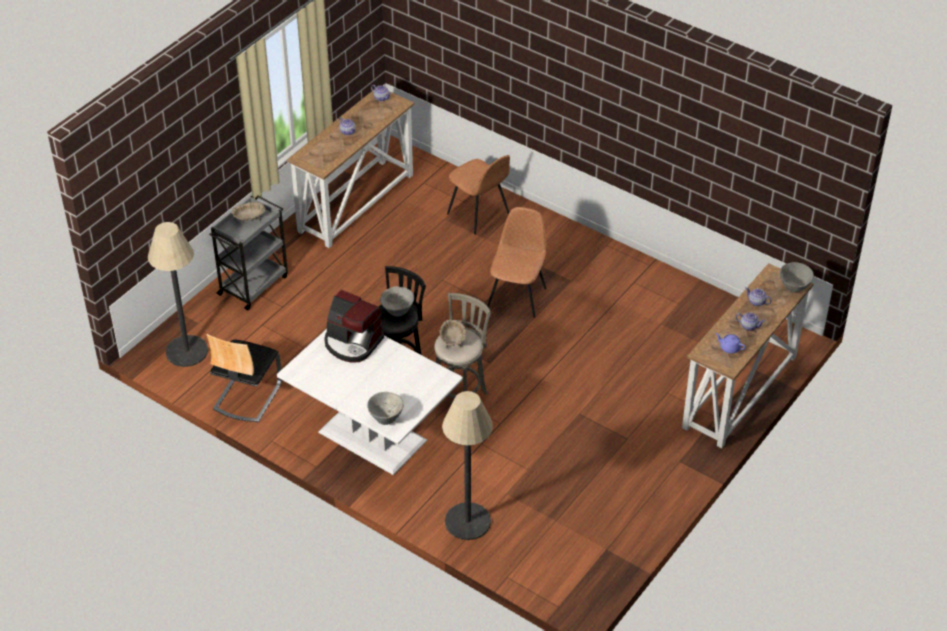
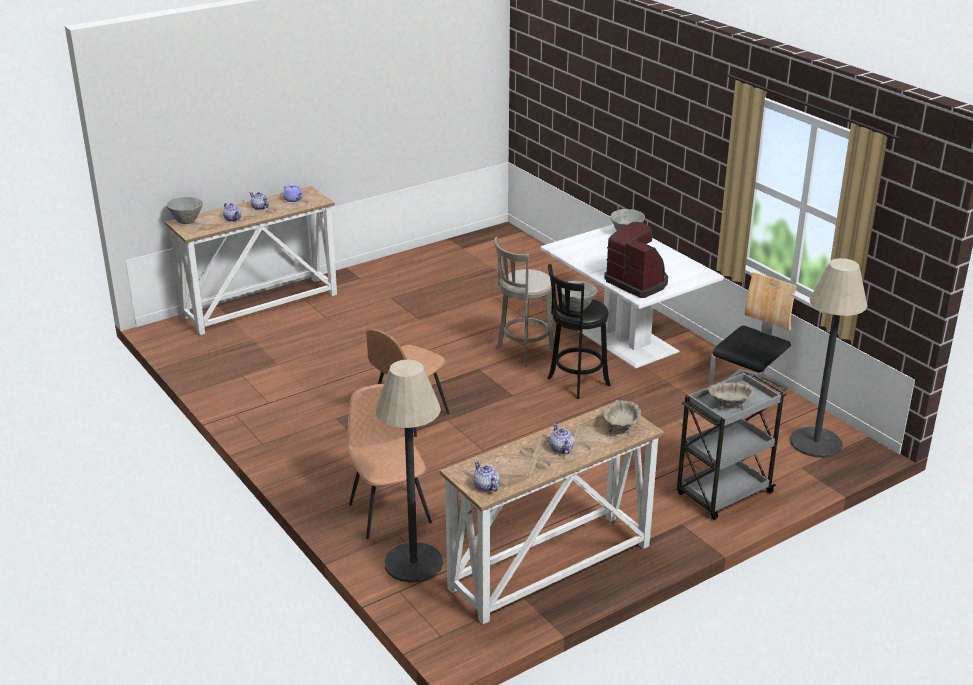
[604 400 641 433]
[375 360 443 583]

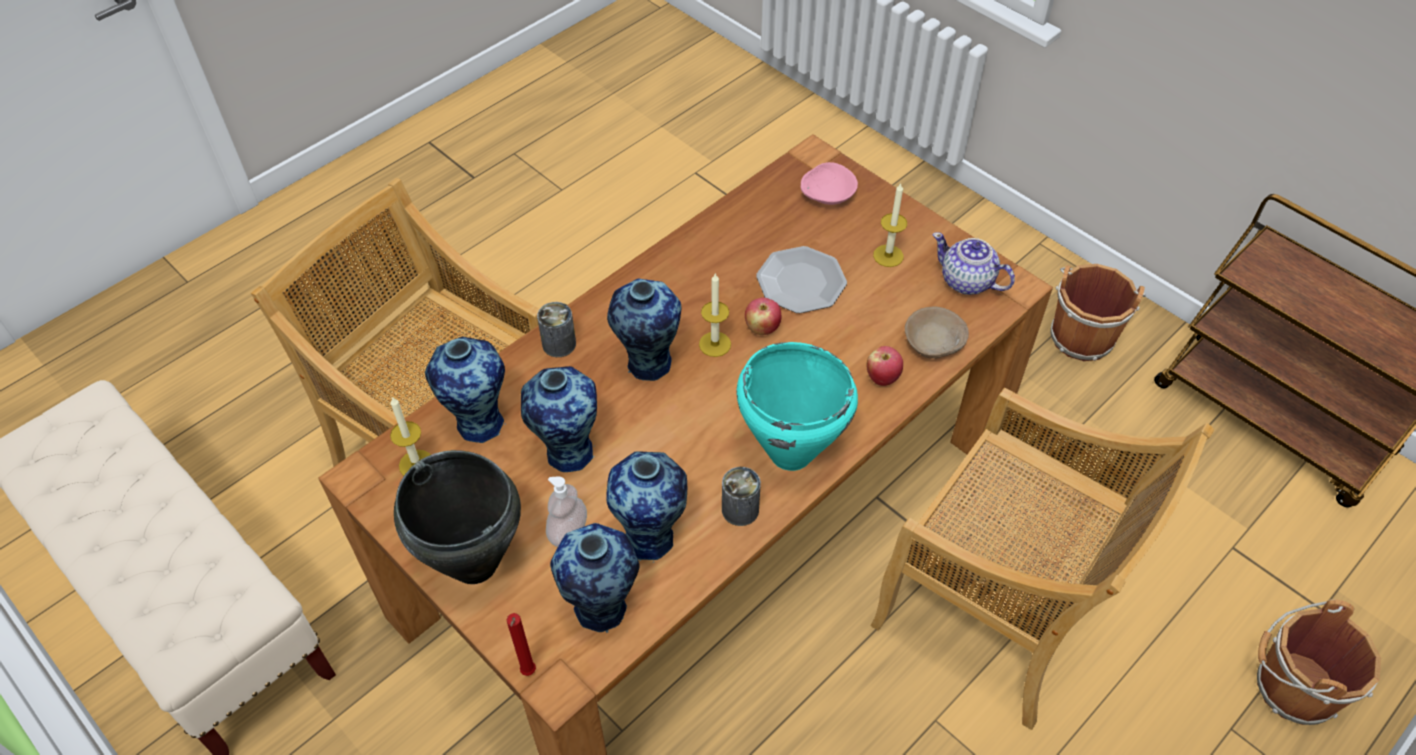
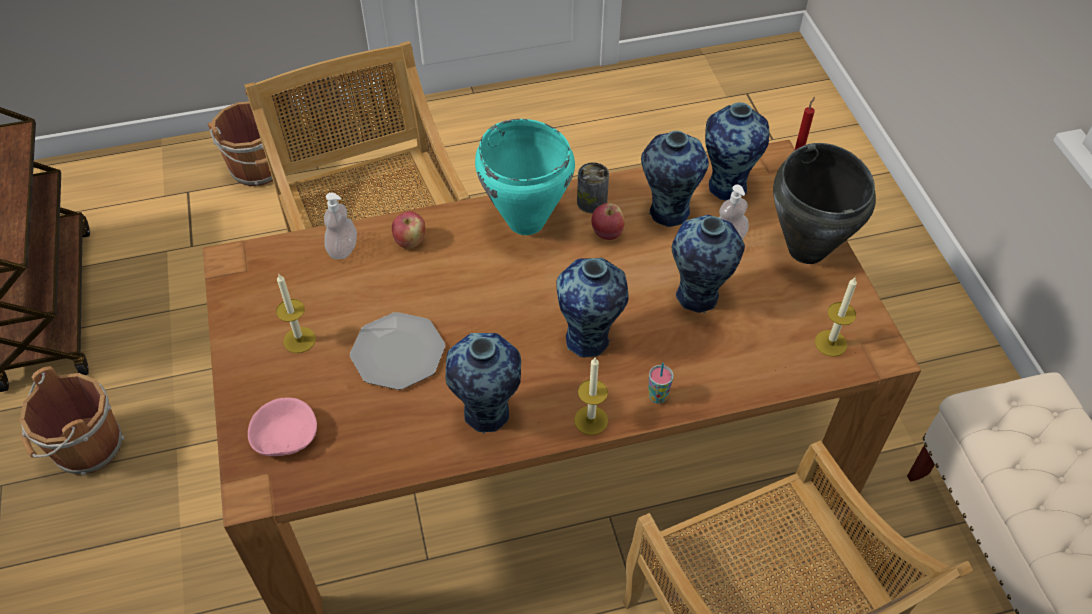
[933 232 1015 295] (first image)
[574 358 608 435]
[592 203 625 240]
[648 363 674 404]
[324 193 357 259]
[445 333 521 434]

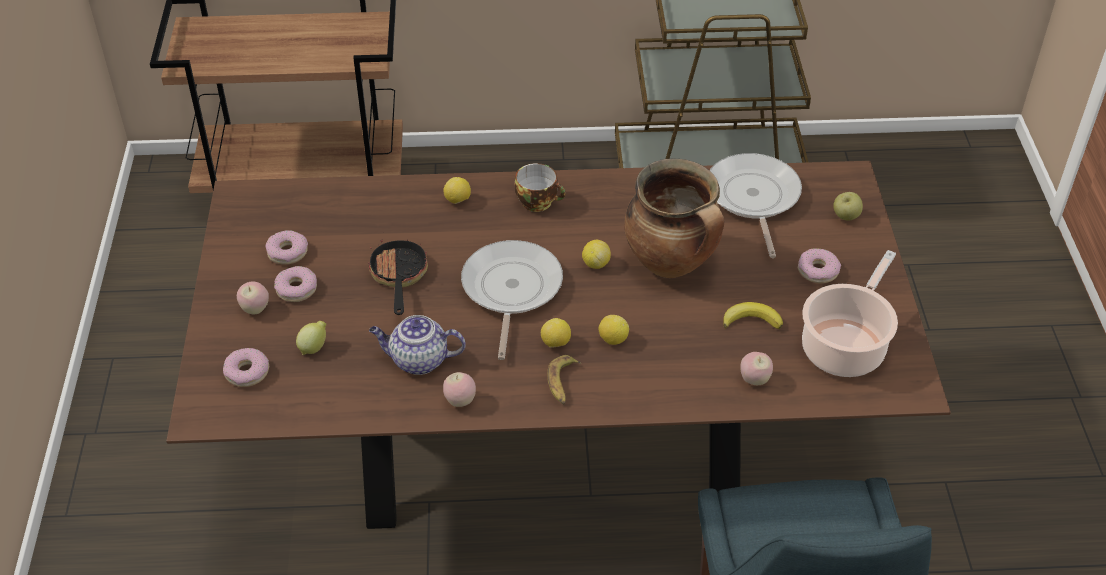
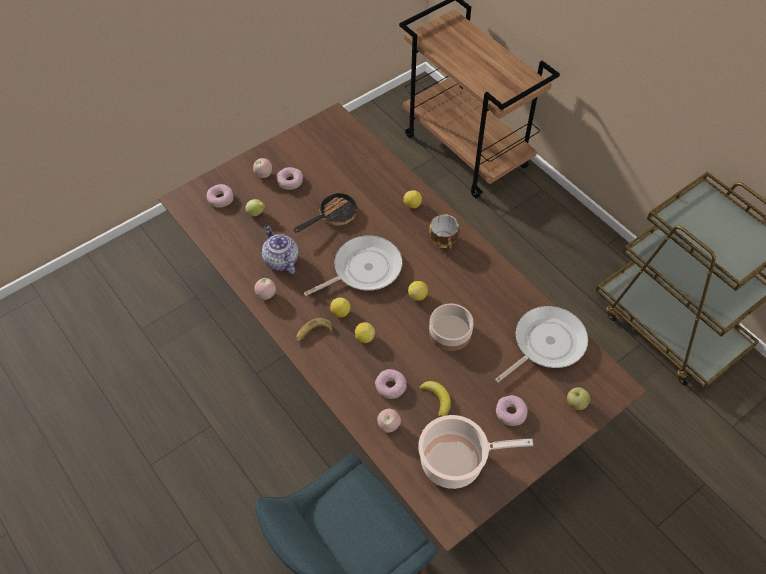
[429 303 474 351]
[375 369 406 399]

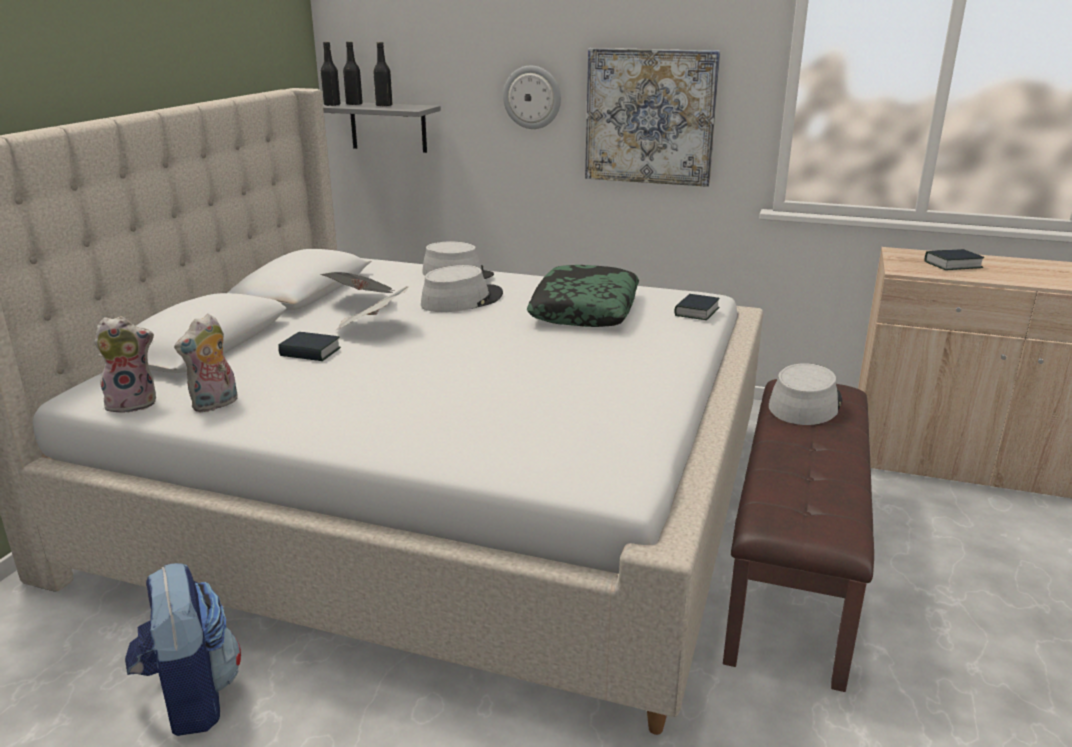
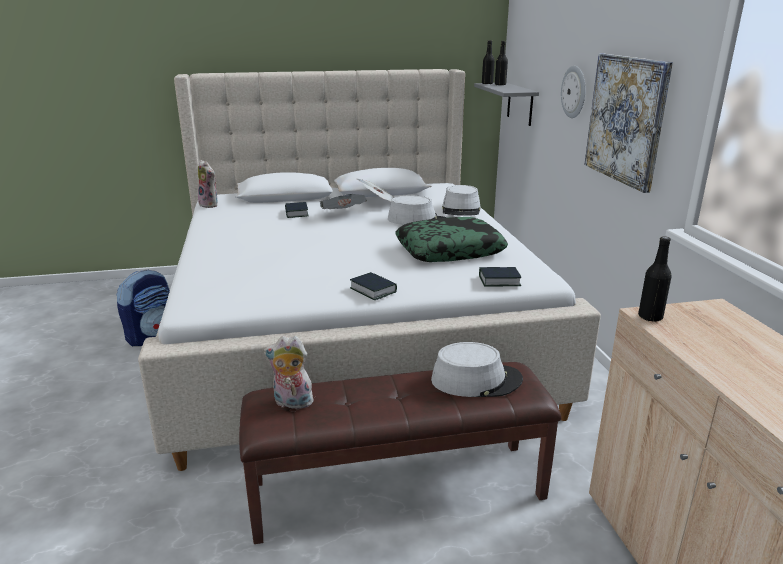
[638 236 672 321]
[350 272 397 300]
[264 336 314 409]

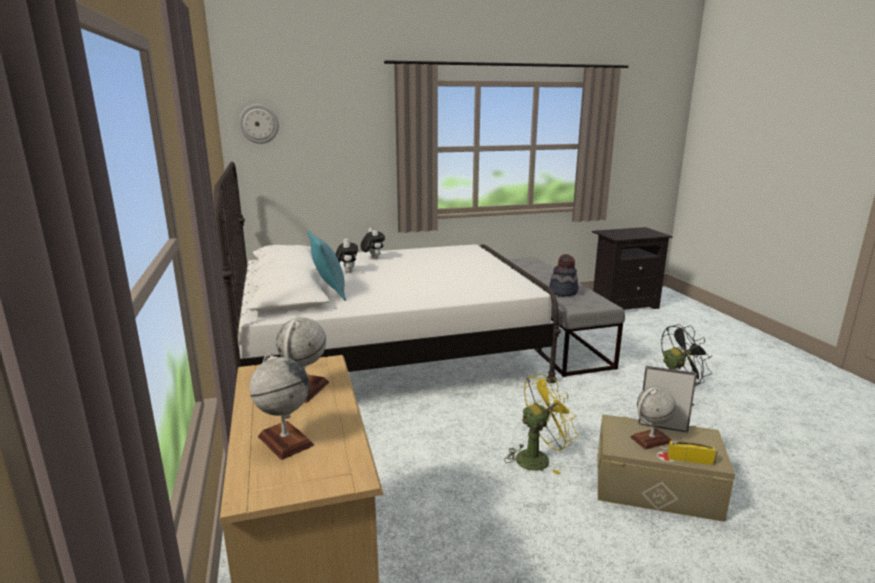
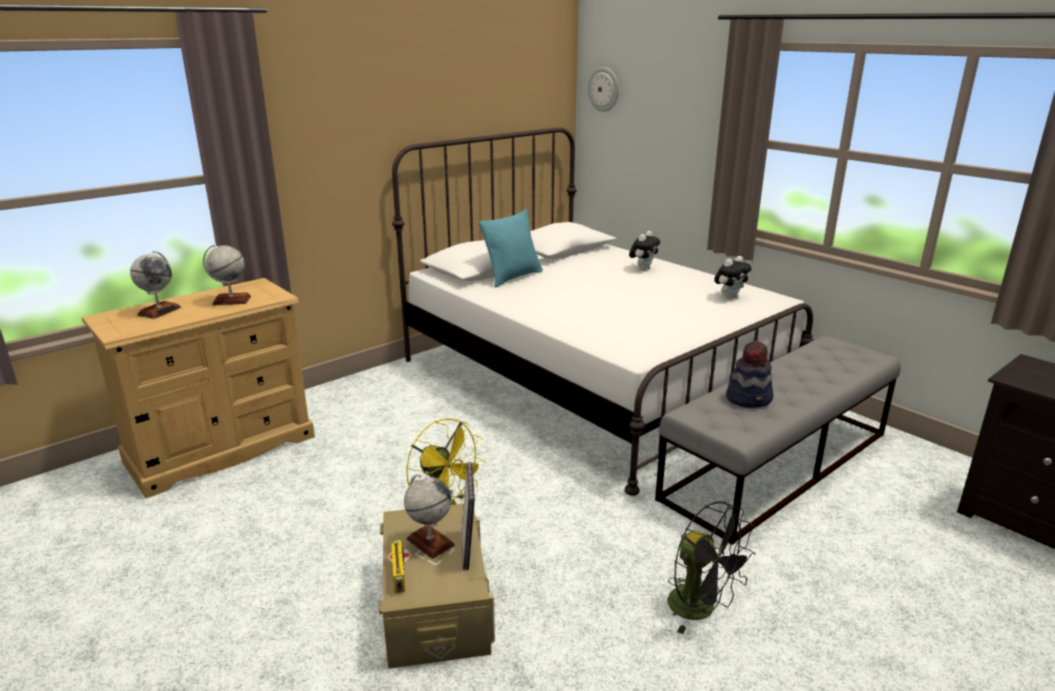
[714 256 752 299]

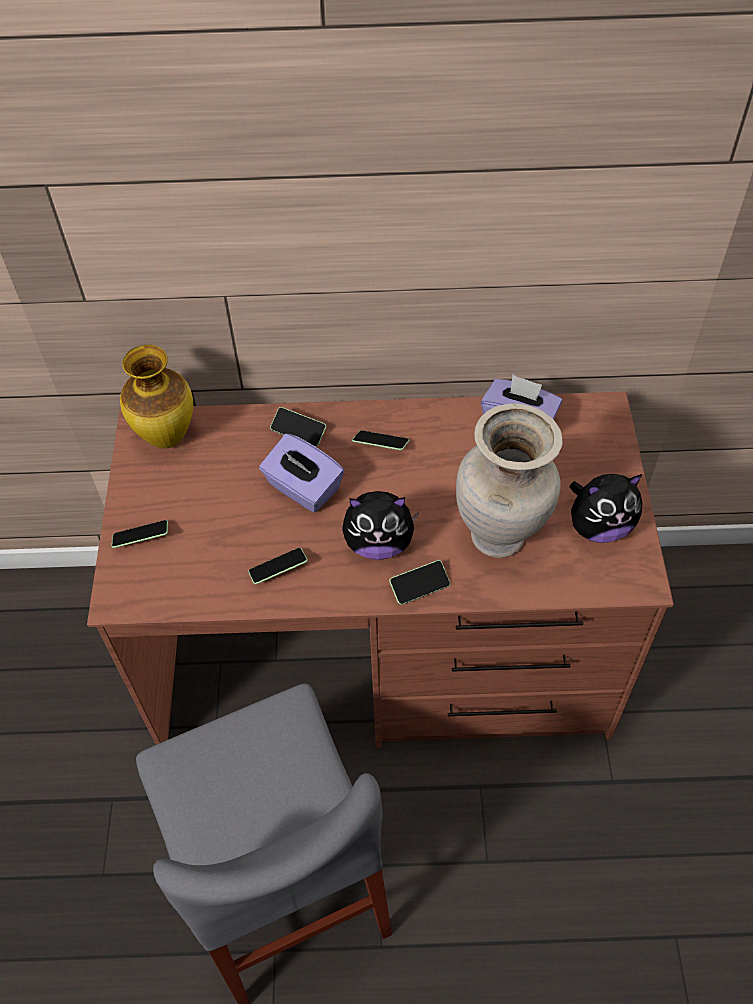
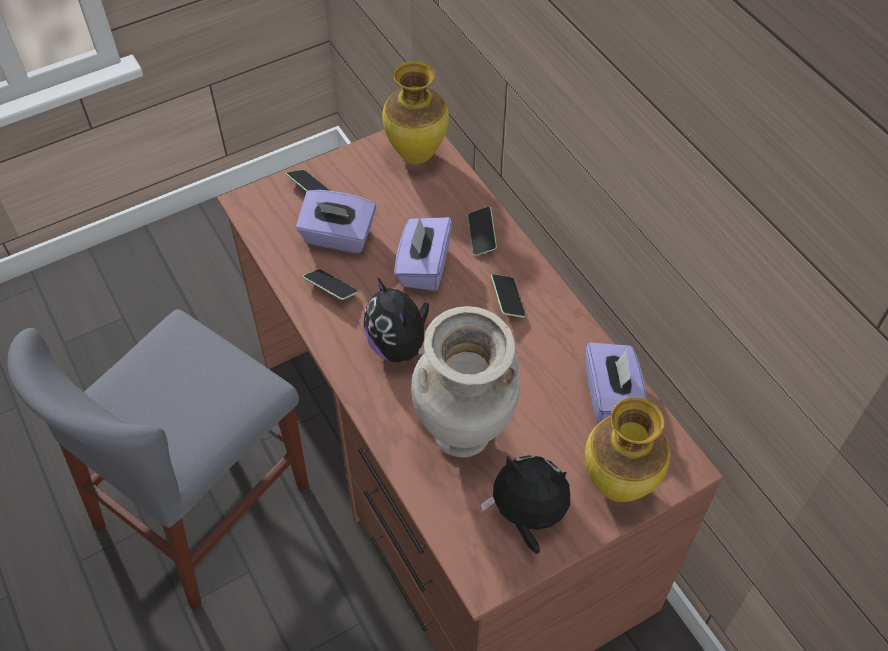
[481 455 570 554]
[389 560 450 605] (first image)
[296 190 376 253]
[585 397 670 502]

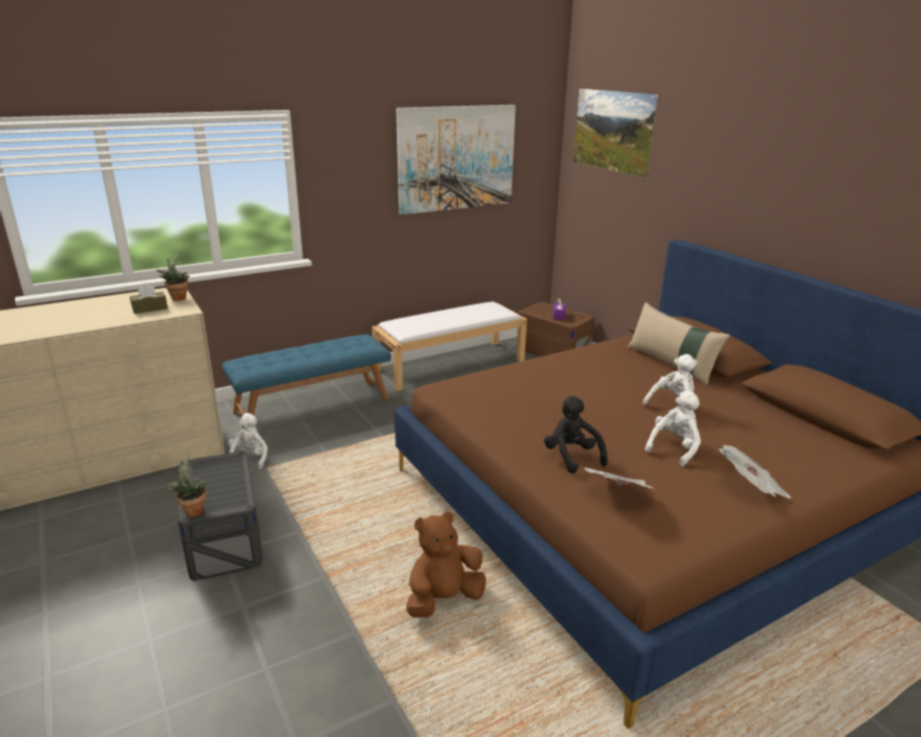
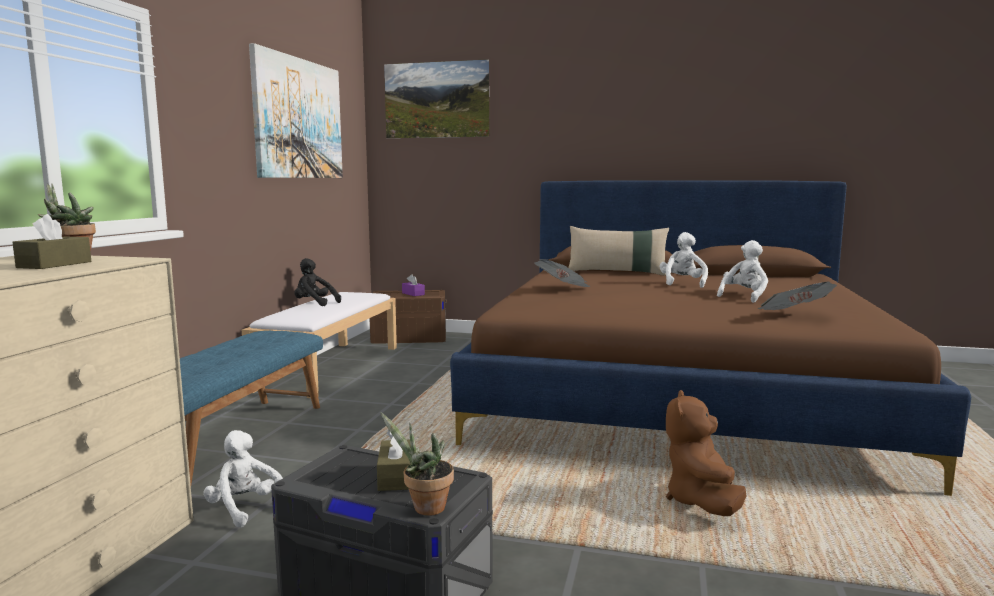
[717 240 768 303]
[294 258 341 306]
[534 259 591 287]
[377 430 411 491]

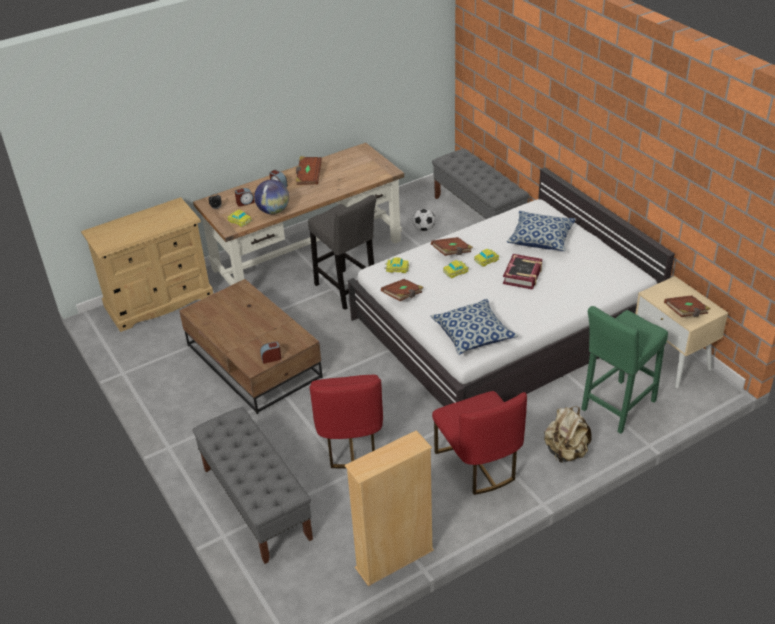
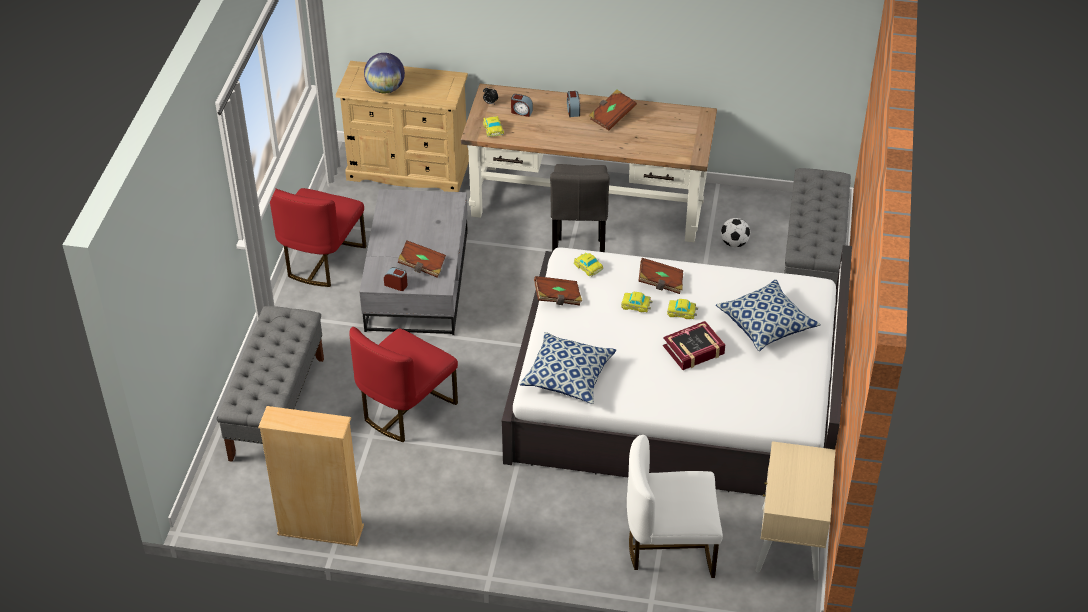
[364 53 405 93]
[359 189 468 335]
[398 240 446 278]
[627 435 723 578]
[270 188 366 287]
[544 406 592 463] (first image)

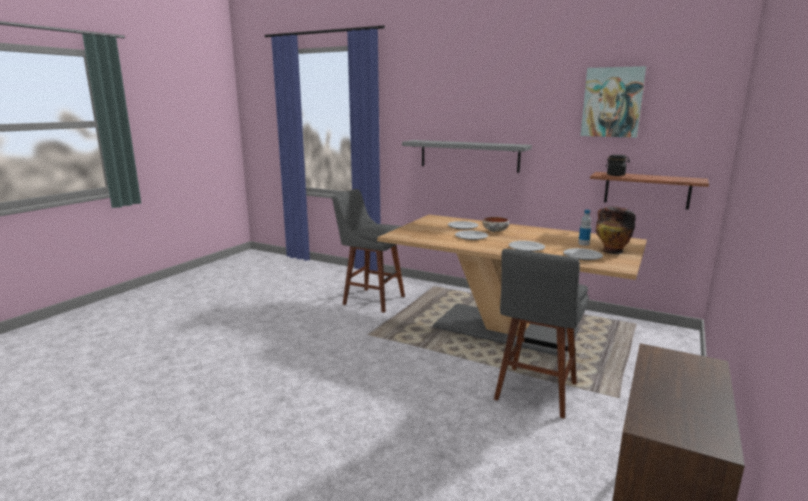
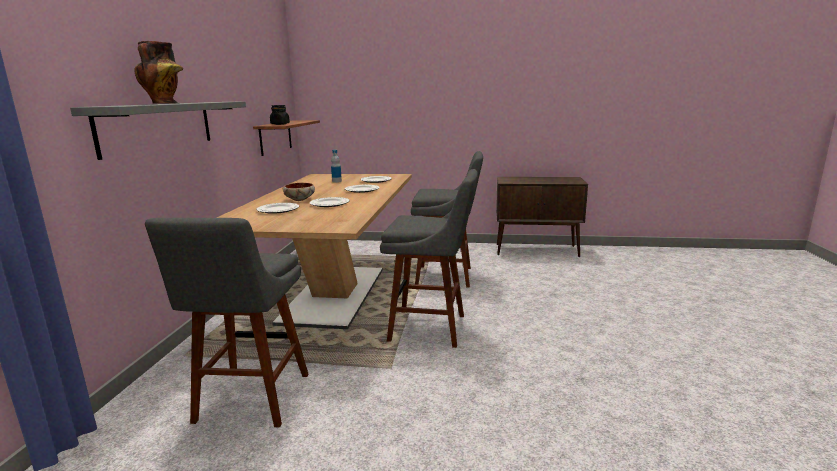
[581 66 646 138] (first image)
[134 41 183 103]
[380 169 478 348]

